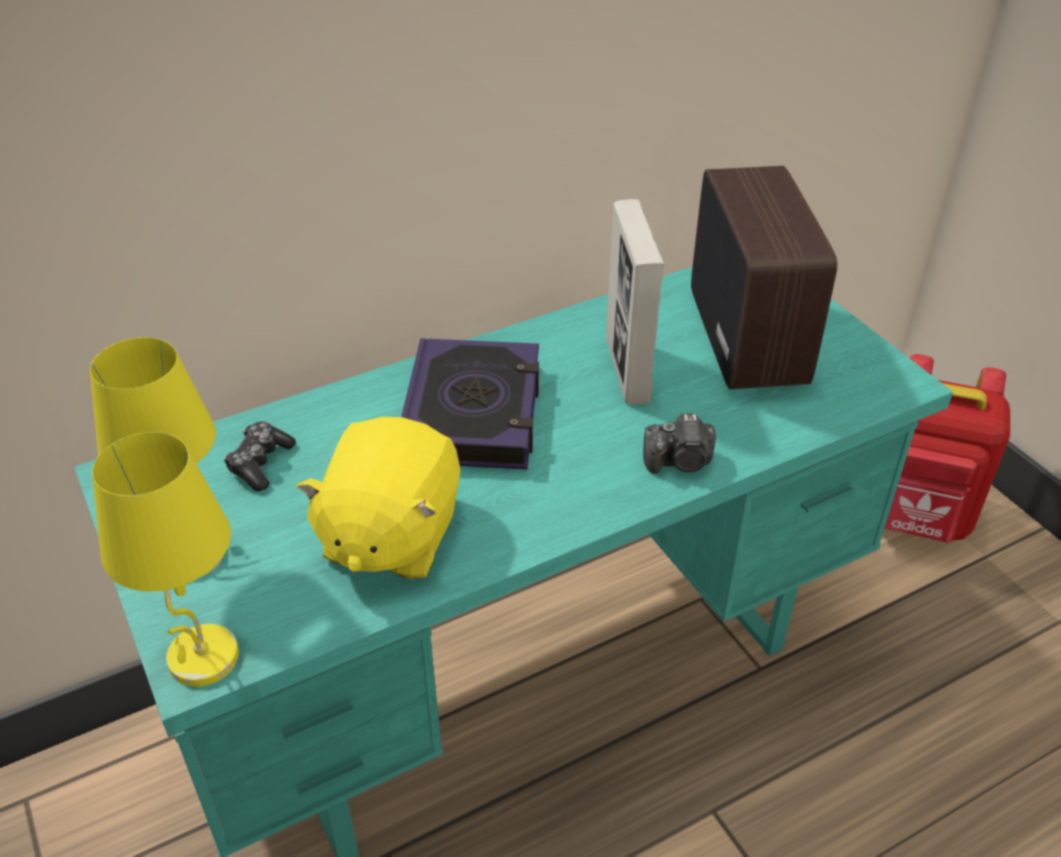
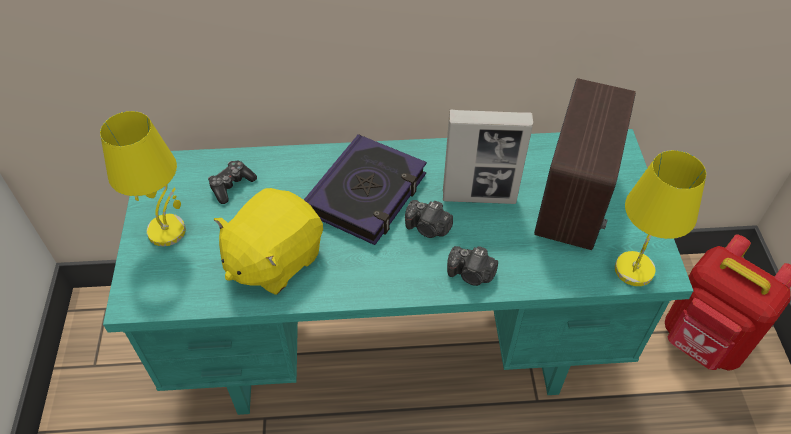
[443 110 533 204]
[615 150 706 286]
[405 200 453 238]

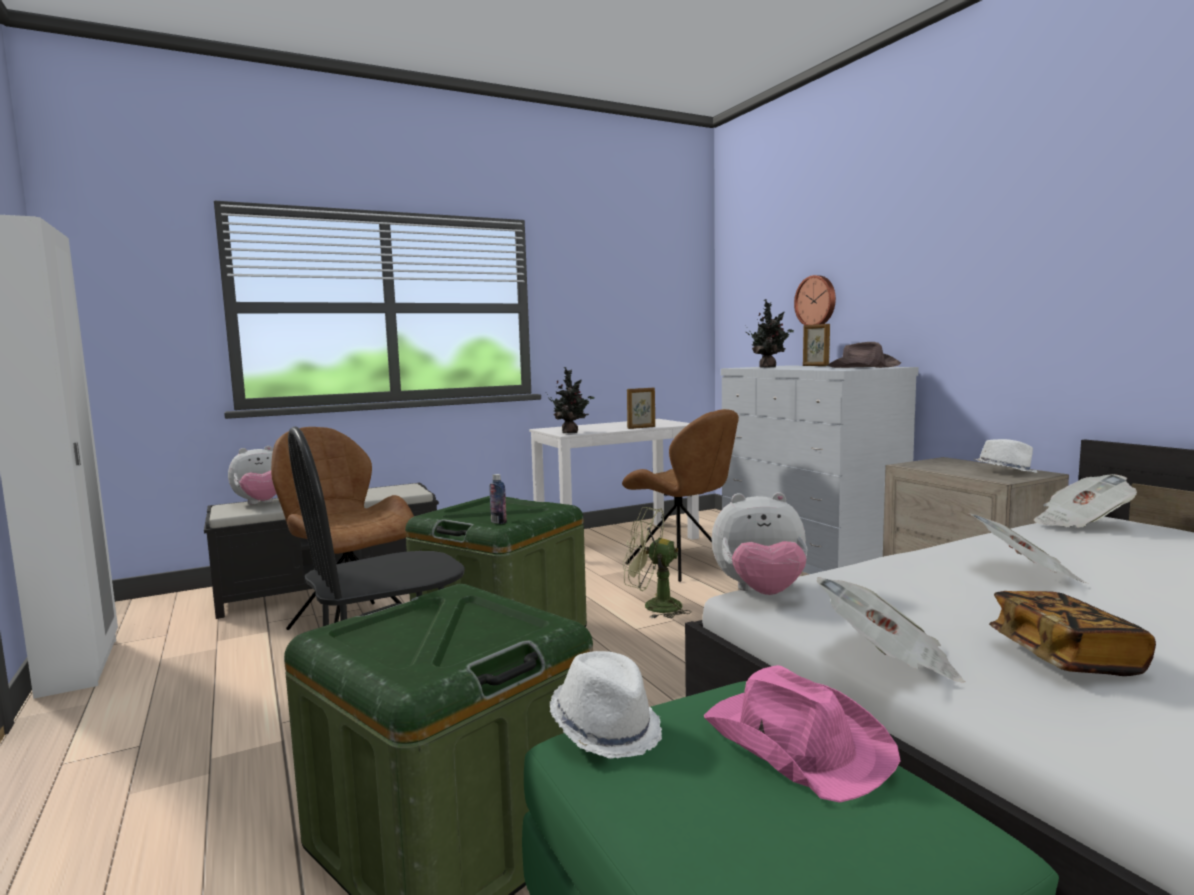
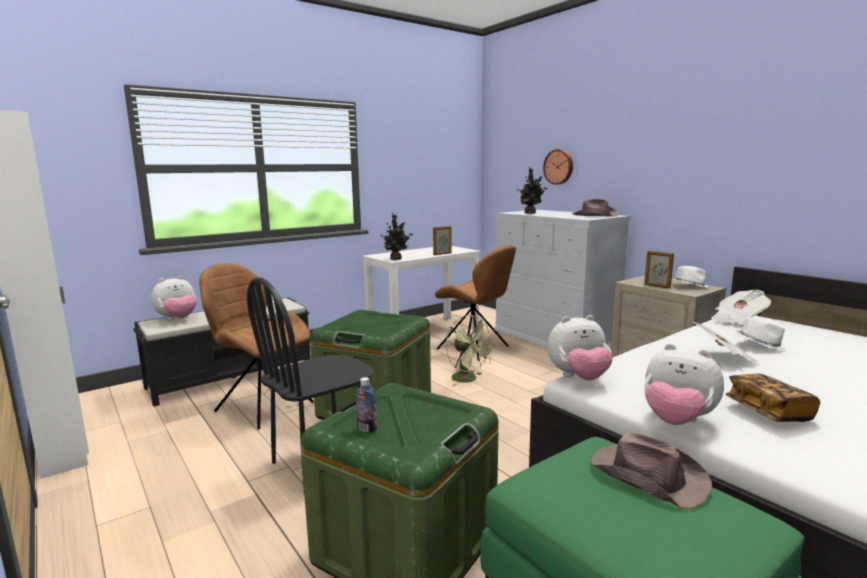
[644 251 674 288]
[356 377 377 432]
[446 315 496 386]
[644 343 724 425]
[735 317 787 350]
[590 431 712 509]

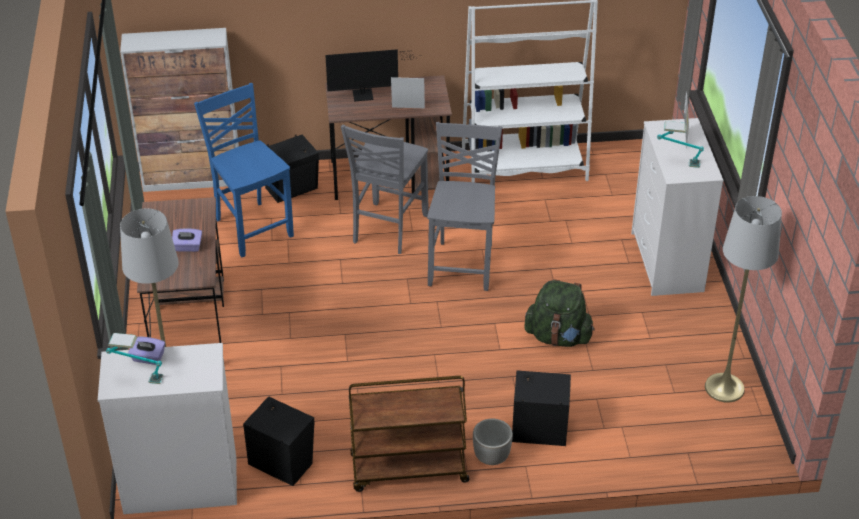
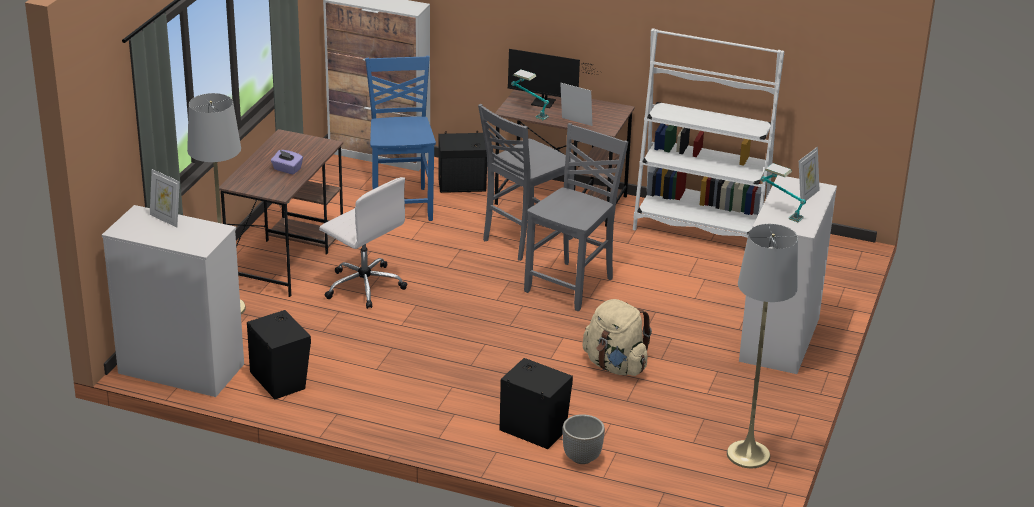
[583 299 652 376]
[511 69 549 121]
[150 169 180 227]
[349 376 470 492] (first image)
[563 414 605 464]
[319 177 407 309]

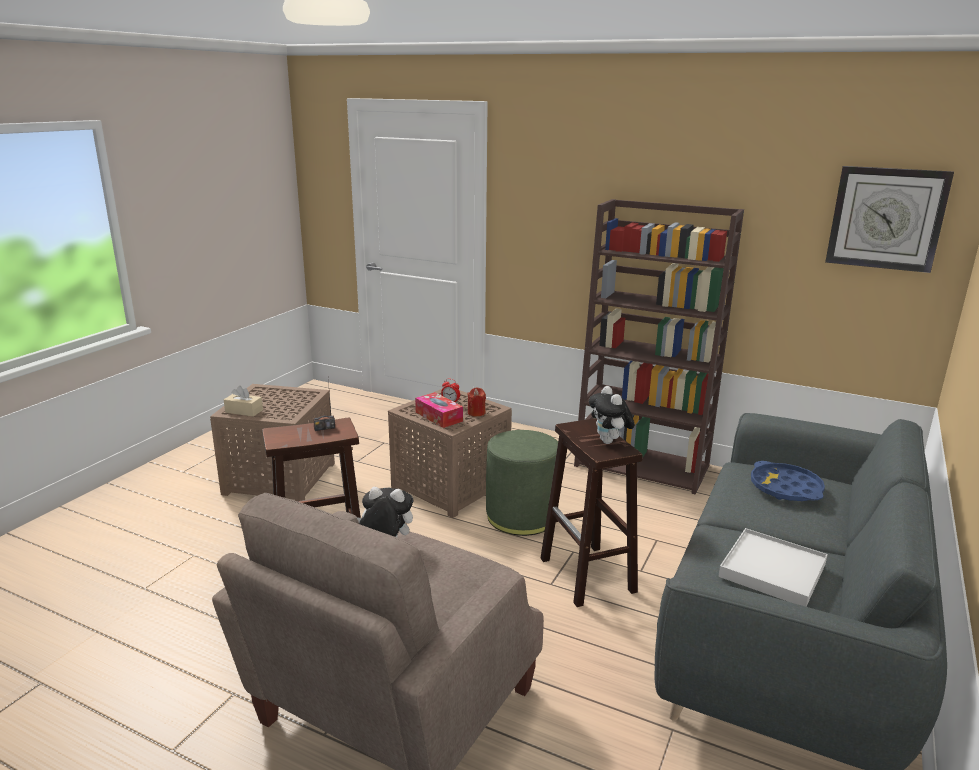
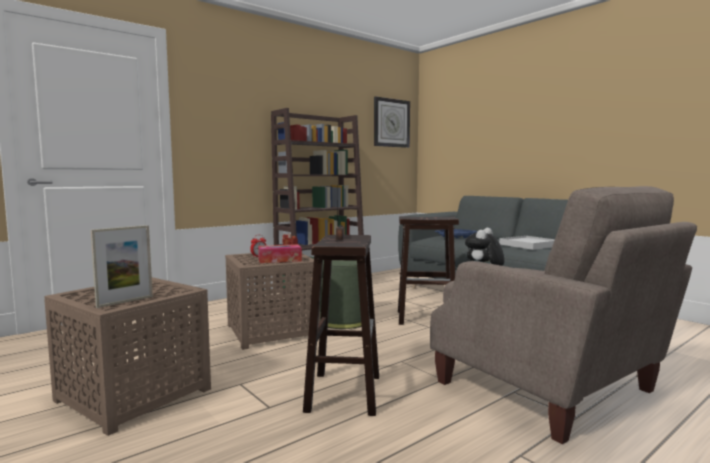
[90 225 153 308]
[589 386 635 444] (first image)

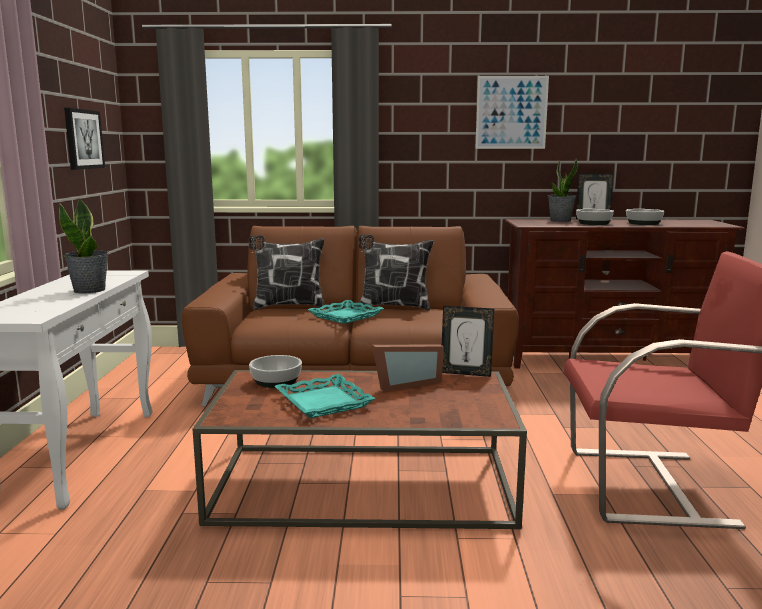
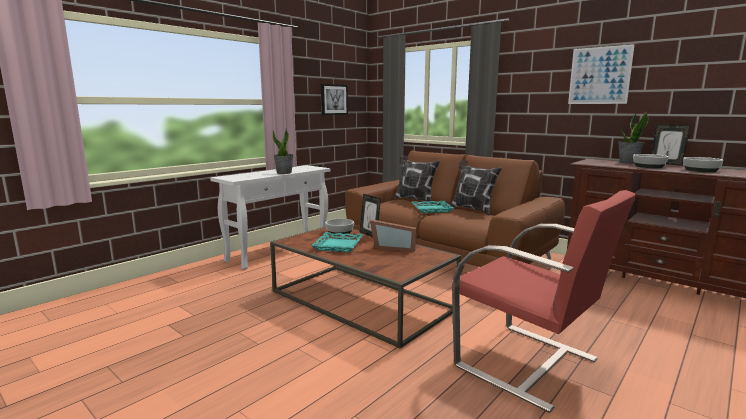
[360 194 381 237]

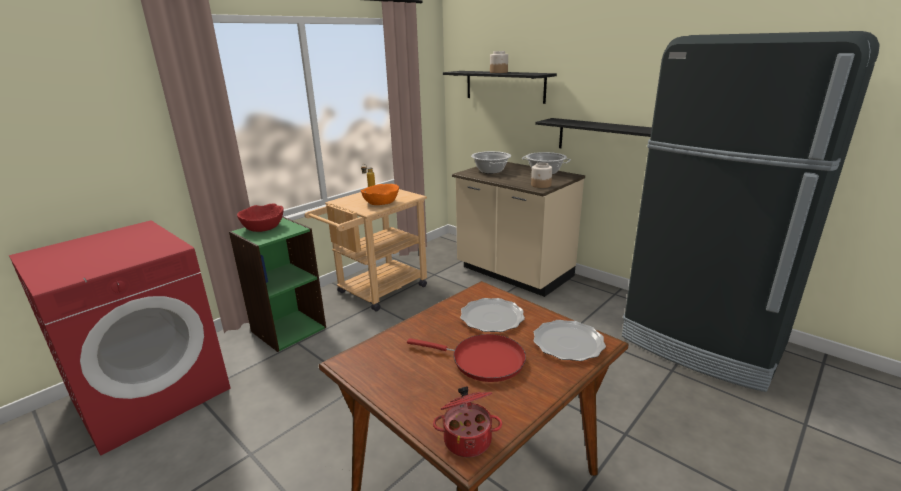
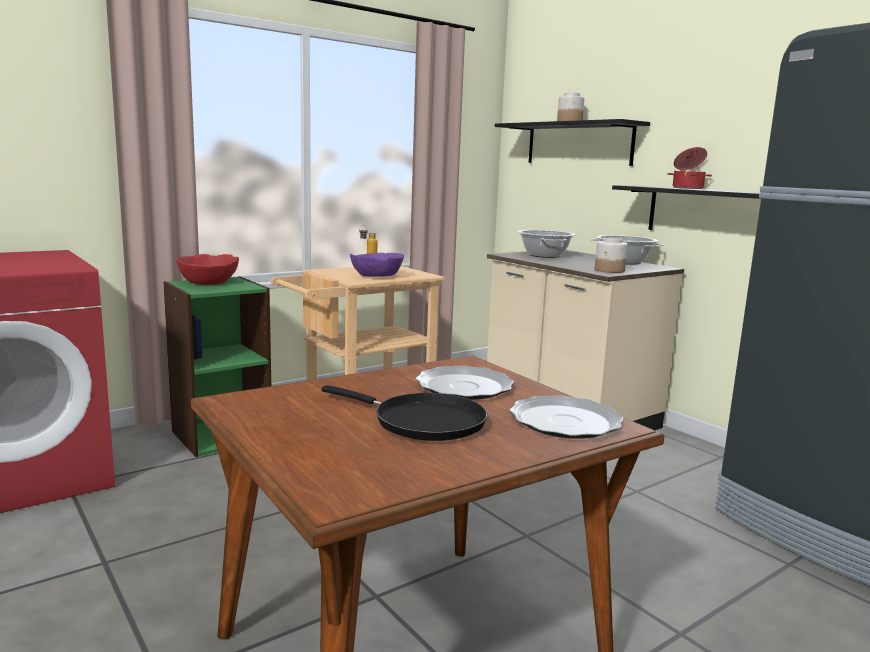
[350 253 404 277]
[322 385 487 441]
[667 147 712 189]

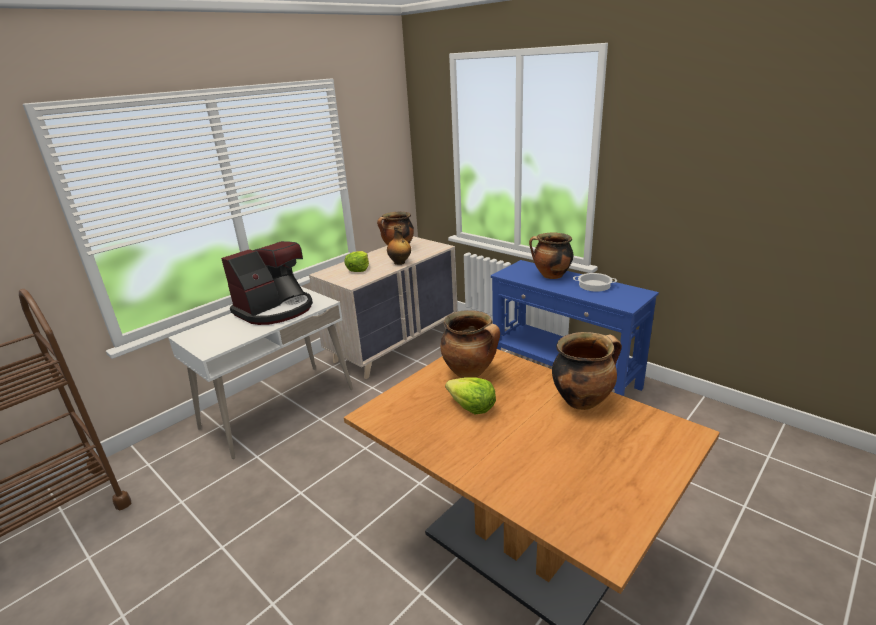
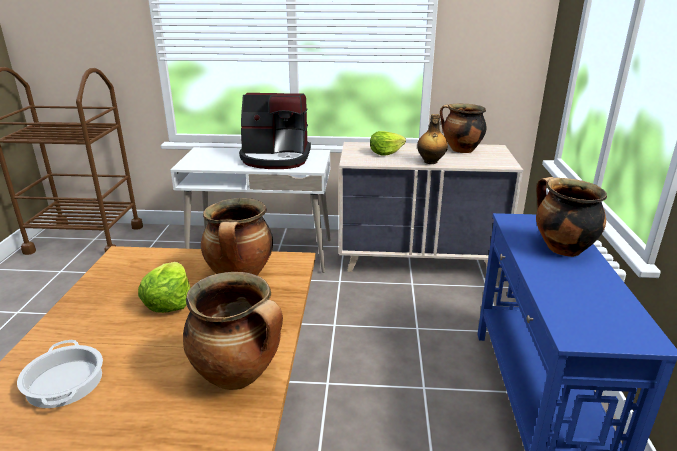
[17 340 103 408]

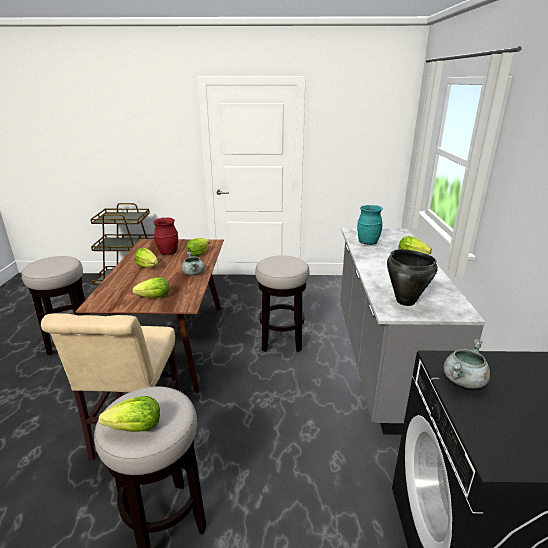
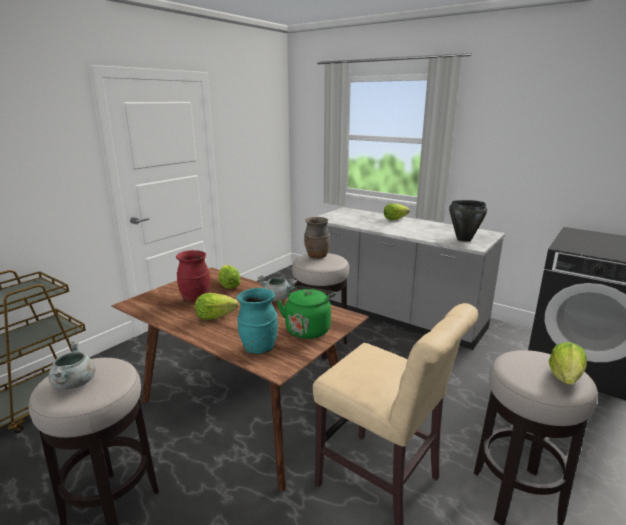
[237 288 278 355]
[277 286 336 339]
[48 341 96 389]
[304 217 330 259]

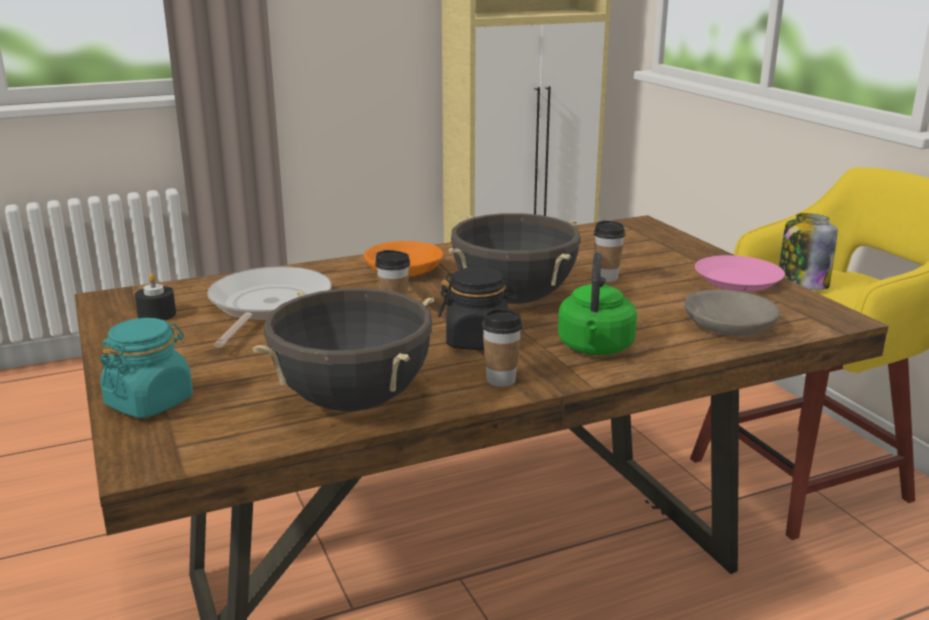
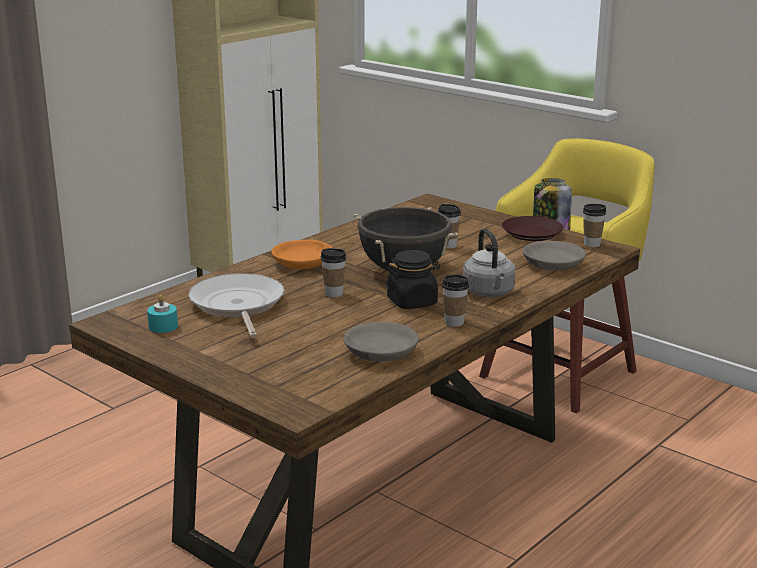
[463 228 516 297]
[502 216 564 241]
[147 295 178 333]
[343 322 419 362]
[100 318 193 418] (first image)
[583 204 606 247]

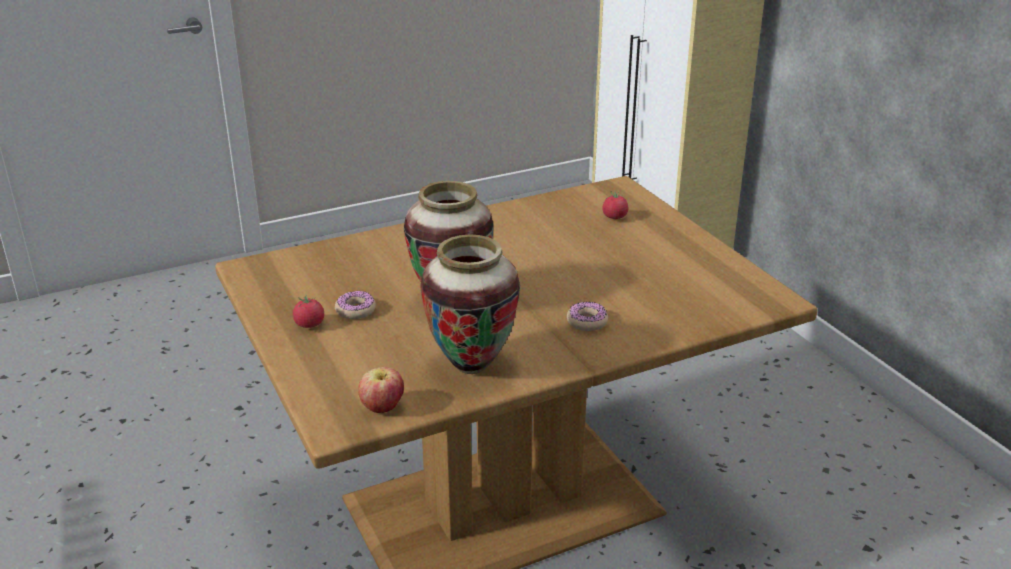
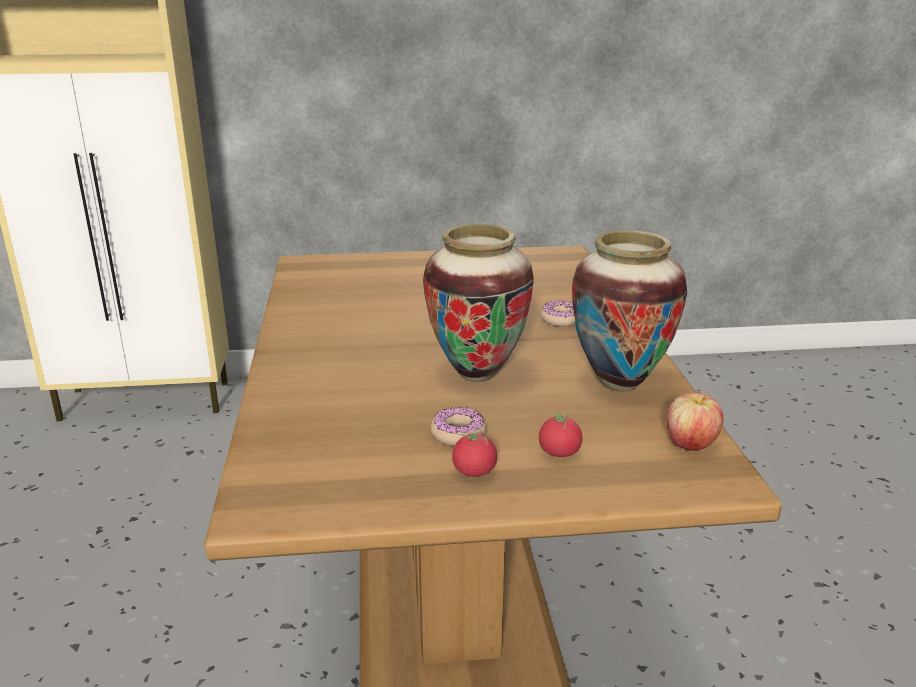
[539 411 582 457]

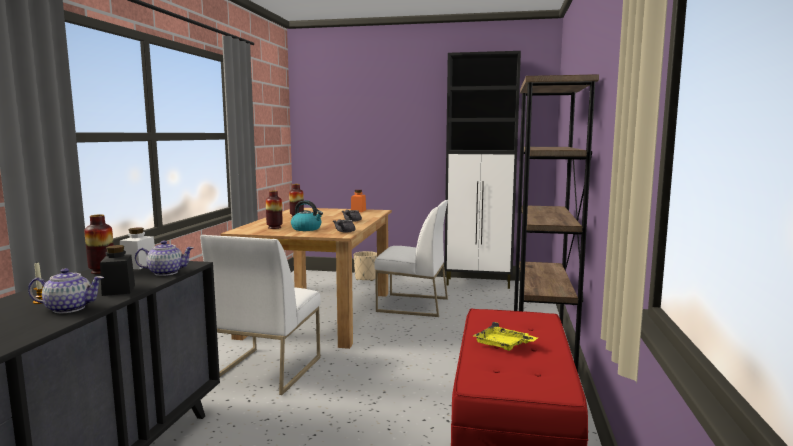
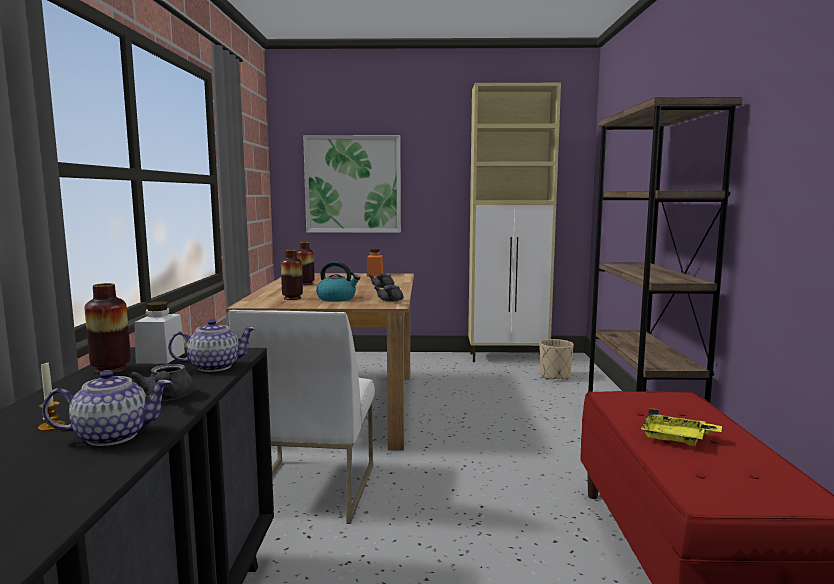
[468 83 561 362]
[375 200 448 317] (first image)
[129 364 195 401]
[540 339 574 380]
[303 135 401 233]

